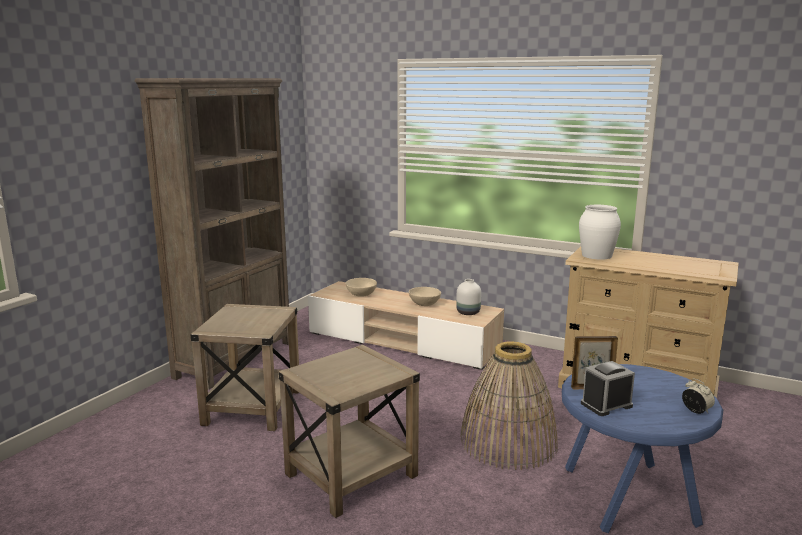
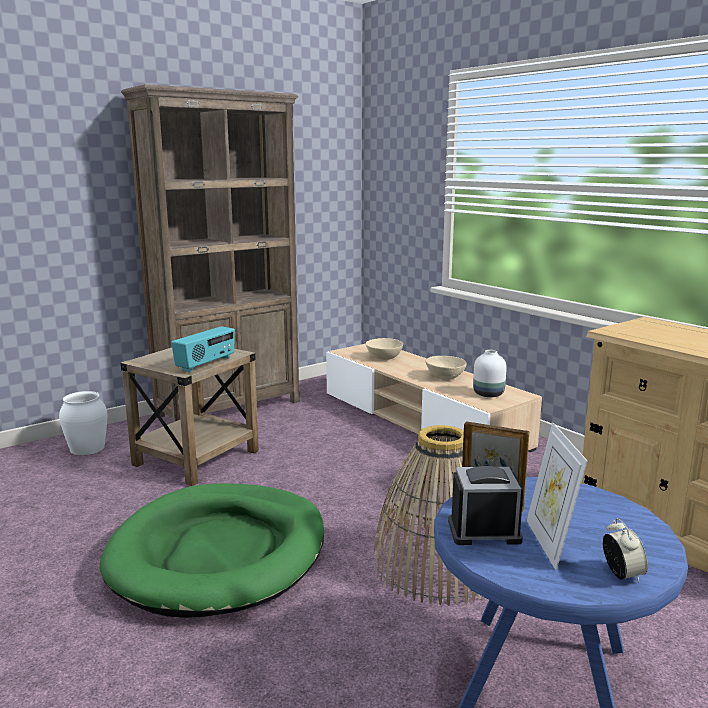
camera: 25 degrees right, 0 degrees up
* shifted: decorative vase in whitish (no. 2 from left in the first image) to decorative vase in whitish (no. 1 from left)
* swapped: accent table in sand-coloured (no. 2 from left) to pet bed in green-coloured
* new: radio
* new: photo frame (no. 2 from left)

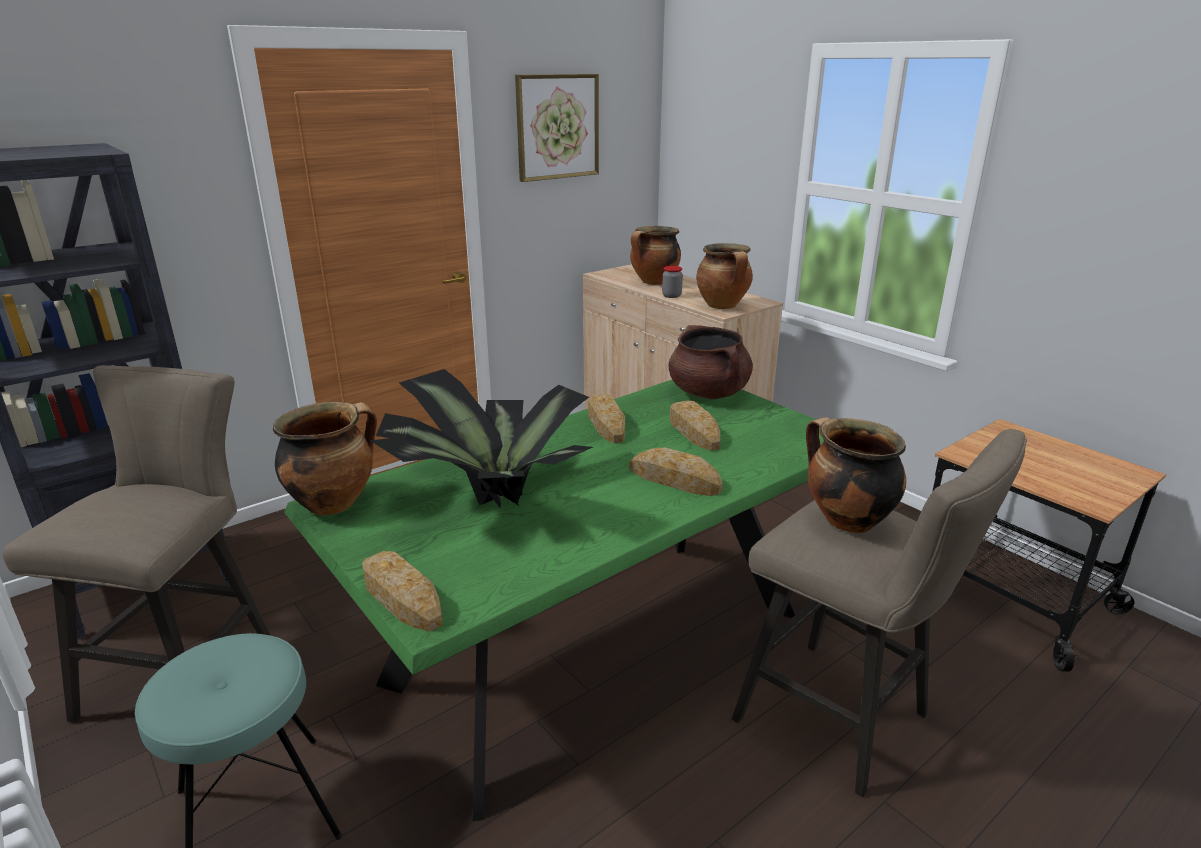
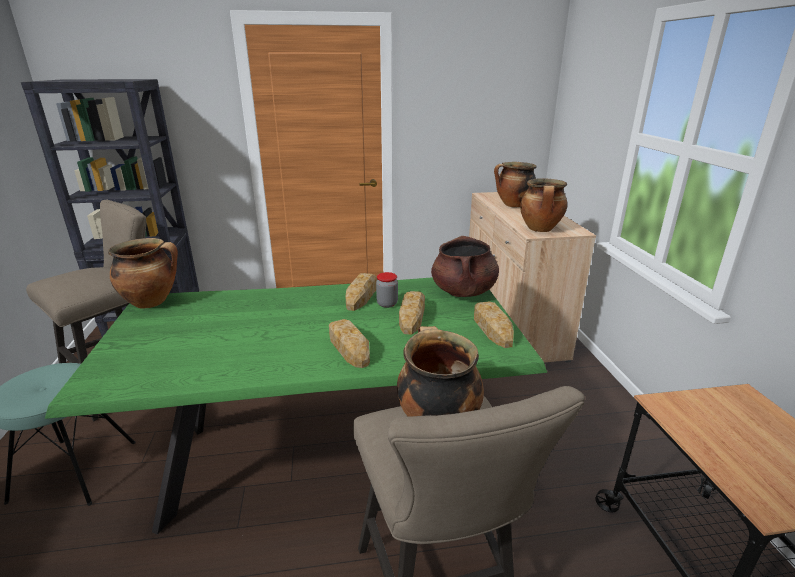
camera: 30 degrees right, 0 degrees up
* gone: wall art
* shifted: preserve jar
* gone: houseplant
* shifted: baked bread (no. 1 from left in the first image) to baked bread (no. 4 from left)

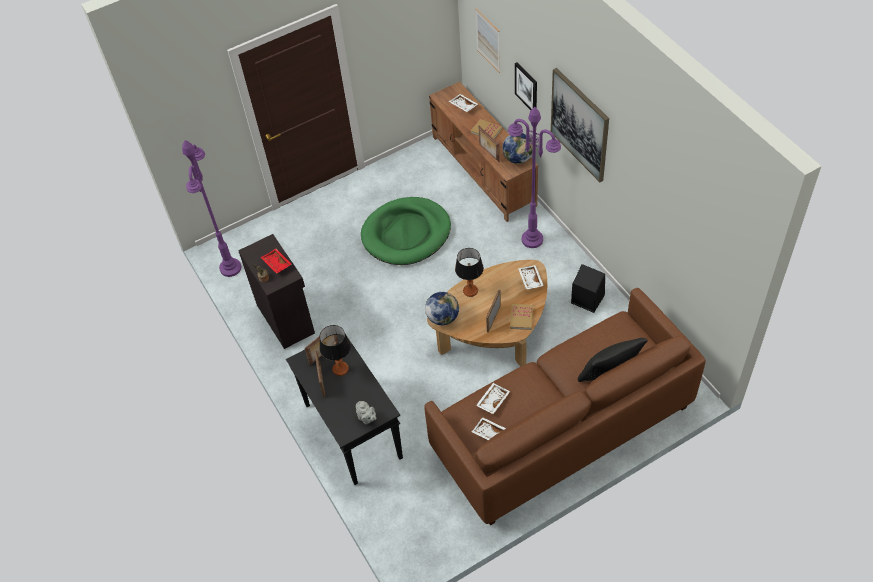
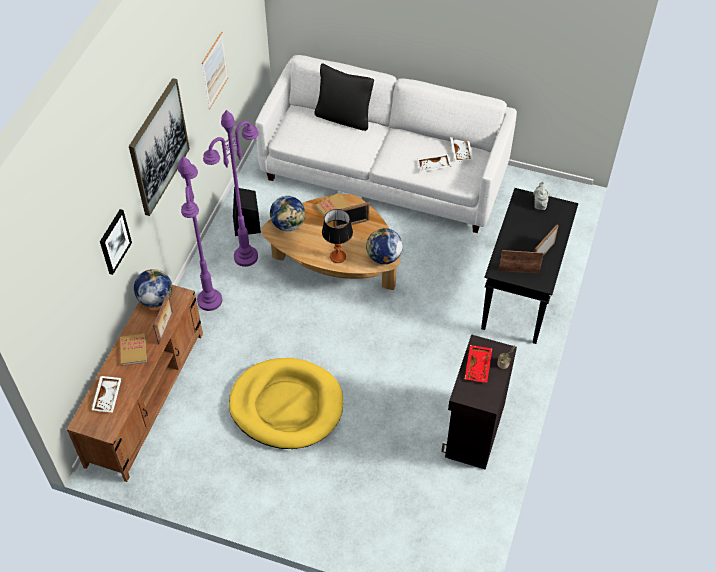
camera: 135 degrees left, 0 degrees up
* shifted: wall art (no. 1 from left in the first image) to wall art (no. 3 from left)
* shifted: standard lamp in purplish (no. 1 from left in the first image) to standard lamp in purplish (no. 2 from left)
* repainted: pet bed in green-coloured to pet bed in yellowish
* swapped: serving tray in whitish (no. 4 from left) to world globe (no. 2 from left)
* repainted: couch in brown to couch in whitish
* gone: lamp for a table (no. 1 from left)

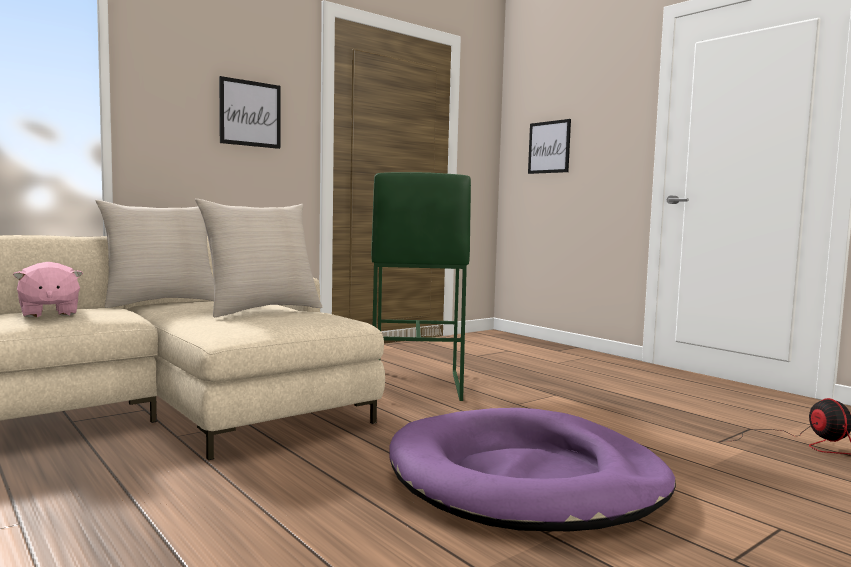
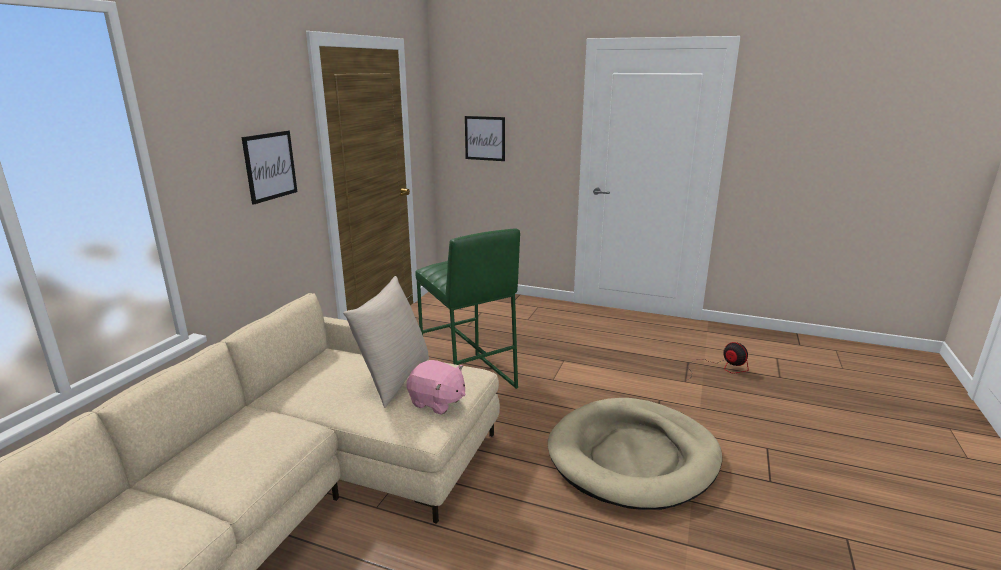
camera: 30 degrees left, 15 degrees up
* gone: pillow in sand-coloured (no. 1 from left)
* shifted: soft toy in pink-coloured
* repainted: pet bed in purplish to pet bed in sand-coloured

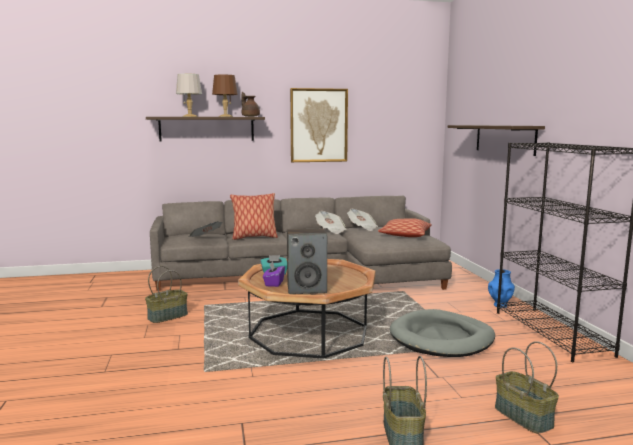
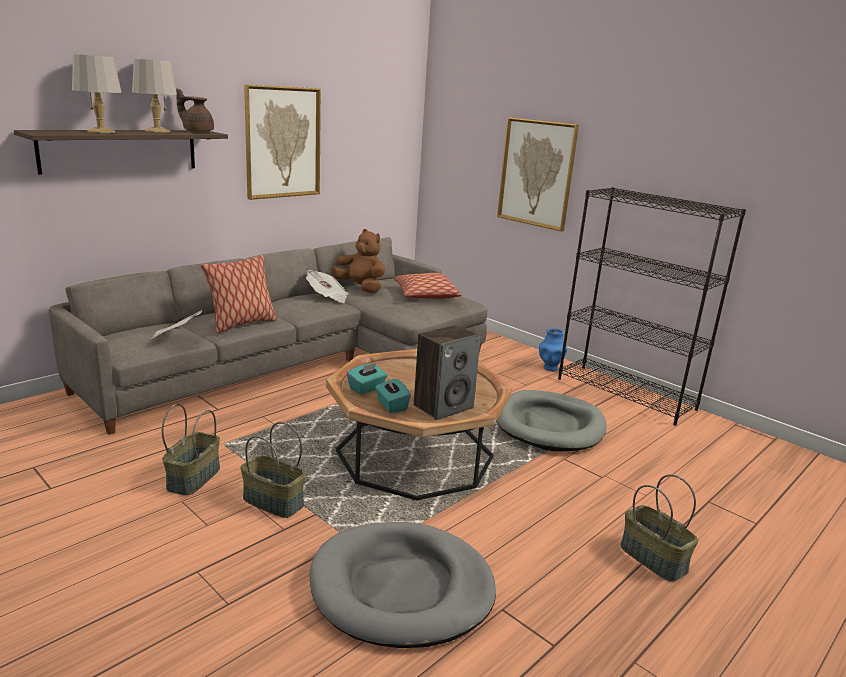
camera: 35 degrees left, 10 degrees up
* repainted: lamp for a table in brown to lamp for a table in grey (no. 2 from left)
* swapped: bracket shelf (no. 2 from left) to wall art (no. 2 from left)
* swapped: newspaper (no. 3 from left) to soft toy in brown
* repainted: tissue box in purplish to tissue box in turquoise-coloured (no. 2 from left)
* shifted: basket (no. 3 from left in the first image) to basket (no. 2 from left)
* new: pet bed in grey (no. 1 from left)

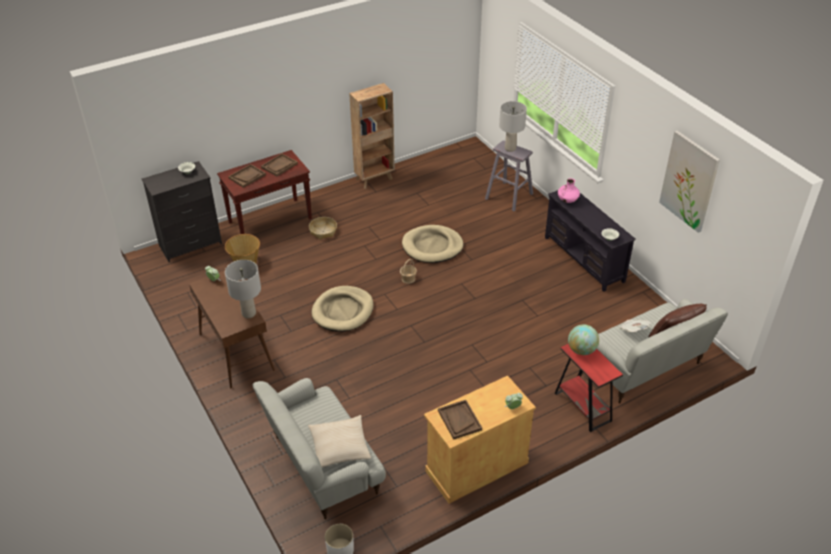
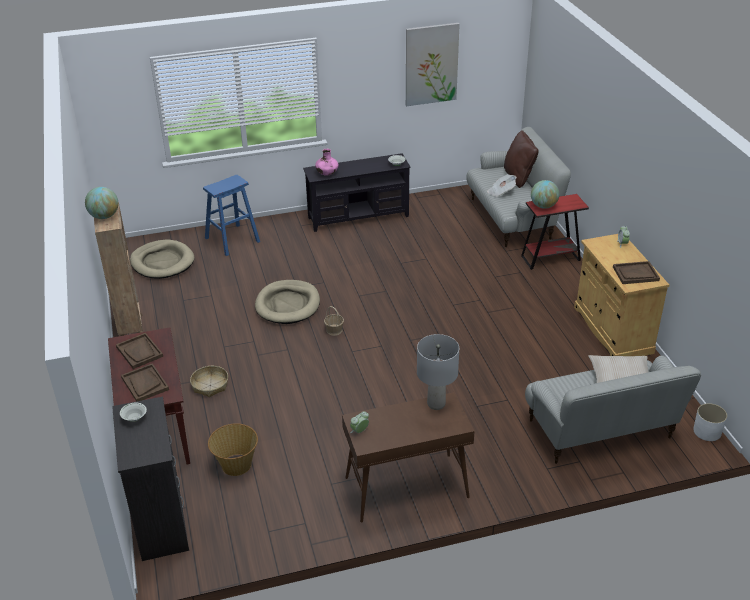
camera: 75 degrees left, 5 degrees down
* gone: lamp for a table in grey (no. 2 from left)
* repainted: sitting stool in grey to sitting stool in bluish
* shifted: pet bed in sand-coloured (no. 1 from left)
* new: world globe (no. 1 from left)

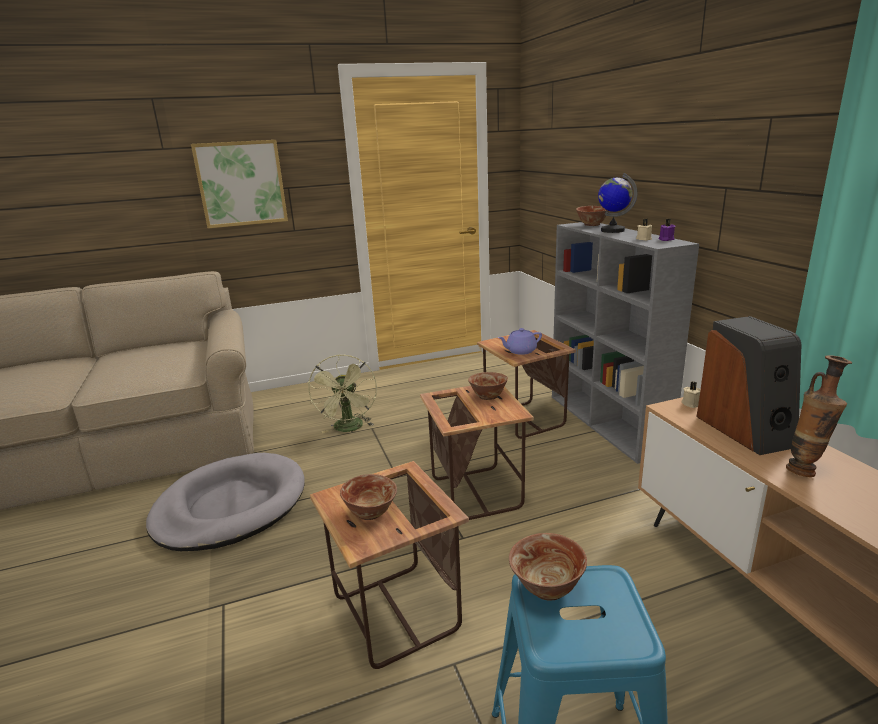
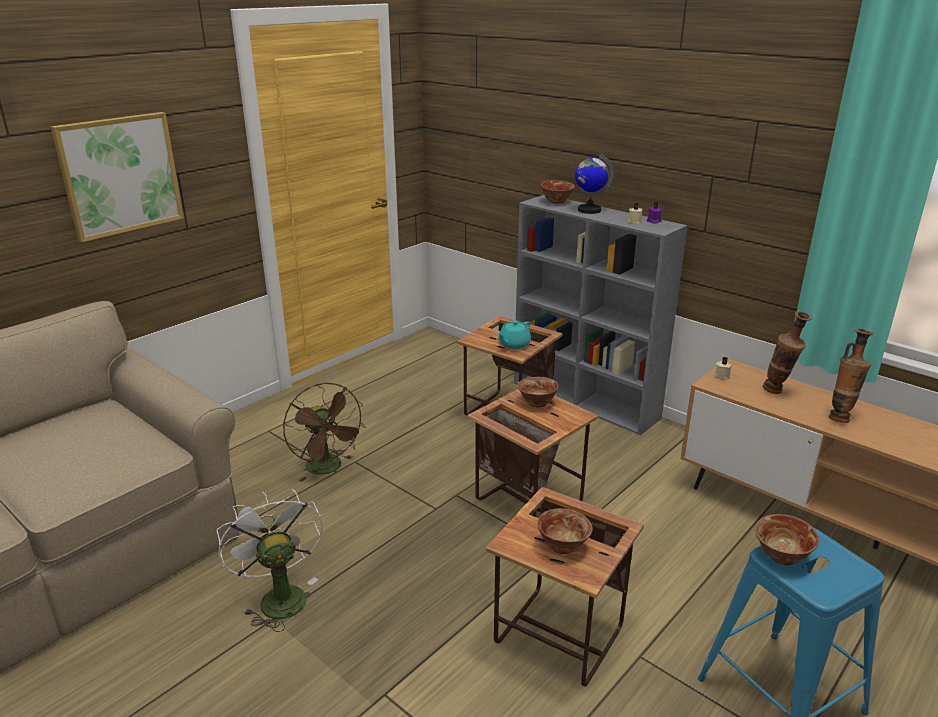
camera: 30 degrees left, 5 degrees up
* swapped: audio speaker to decorative vase (no. 1 from left)
* repainted: pot for tea in purplish to pot for tea in turquoise-coloured
* repainted: electric fan in green-coloured to electric fan in brown
* swapped: pet bed in grey to electric fan in whitish

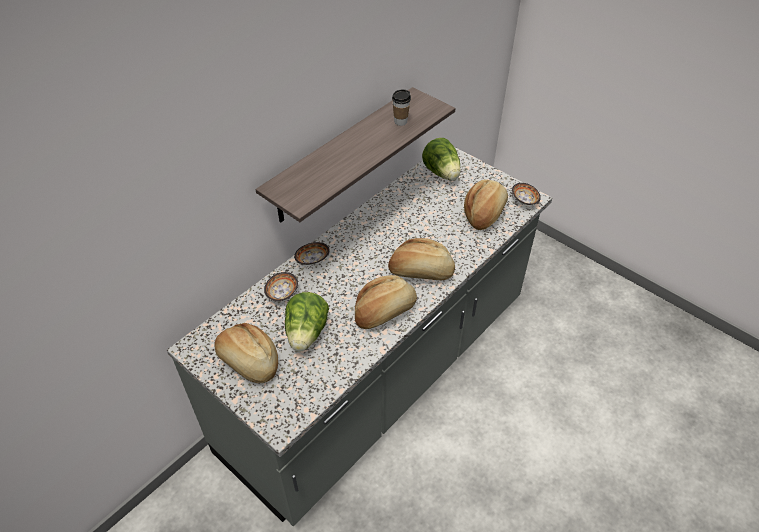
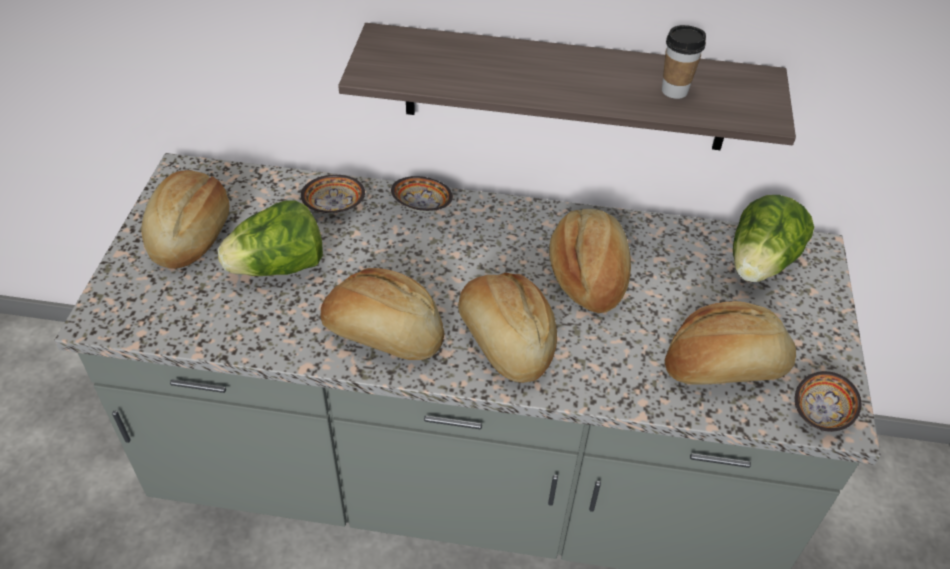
camera: 55 degrees right, 0 degrees up
* new: baked bread (no. 4 from left)

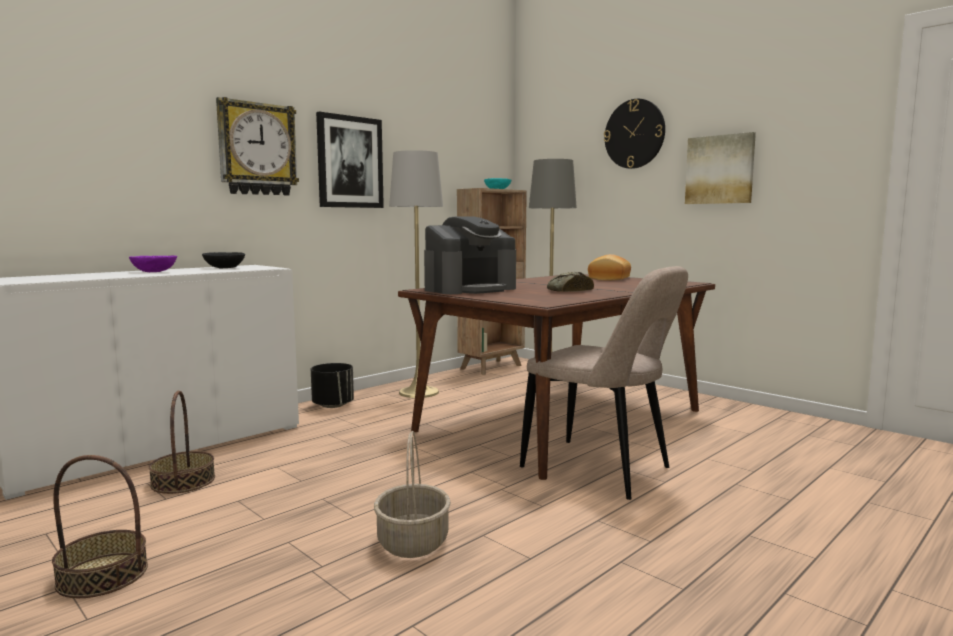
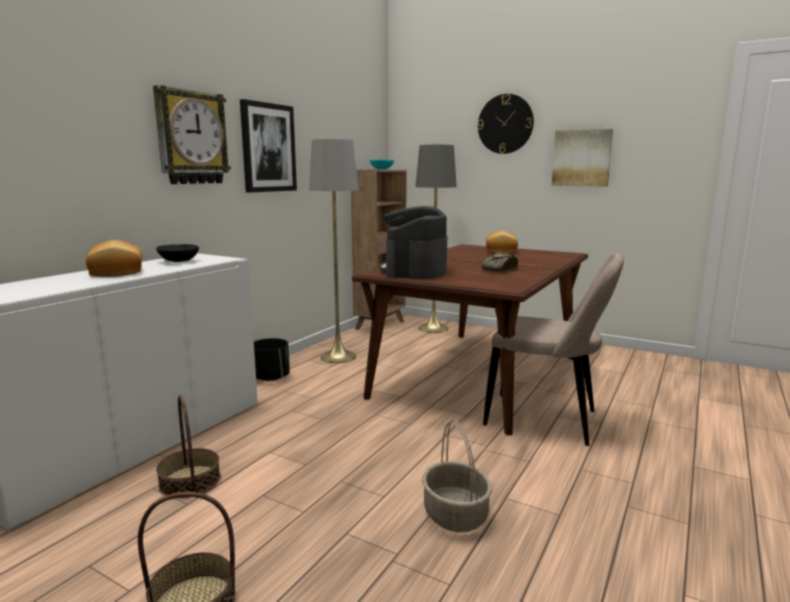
camera: 15 degrees left, 5 degrees up
* rotated: coffee machine 150 degrees clockwise
* swapped: bowl in purplish to baked bread (no. 1 from left)

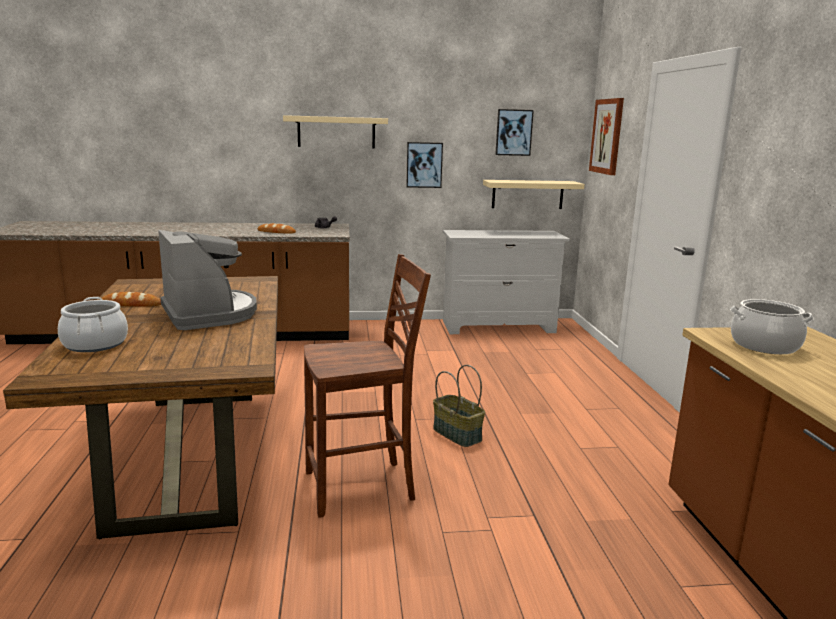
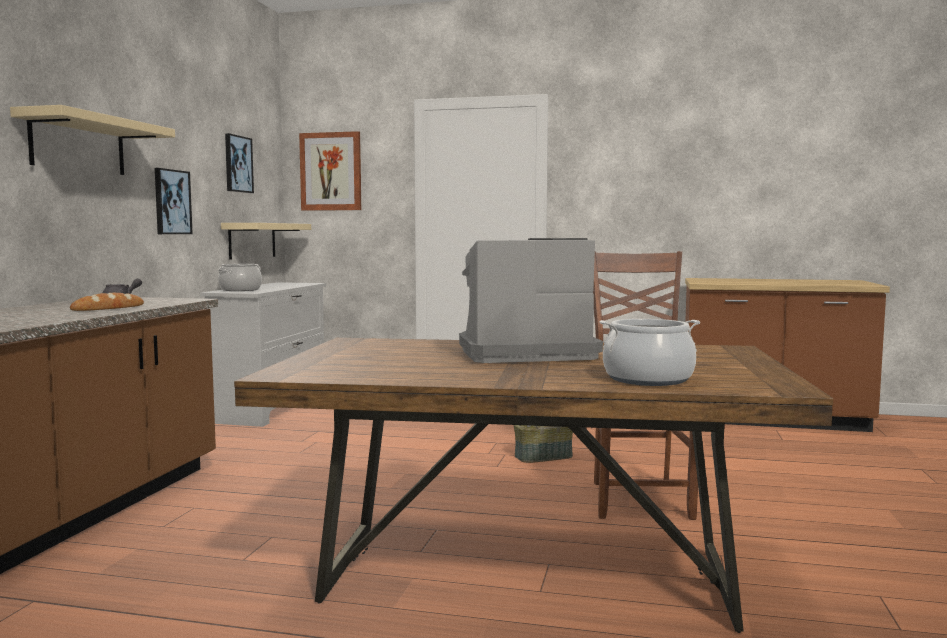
camera: 70 degrees left, 10 degrees down
* gone: baked bread (no. 1 from left)
* shifted: saucepot (no. 2 from left in the first image) to saucepot (no. 1 from left)

